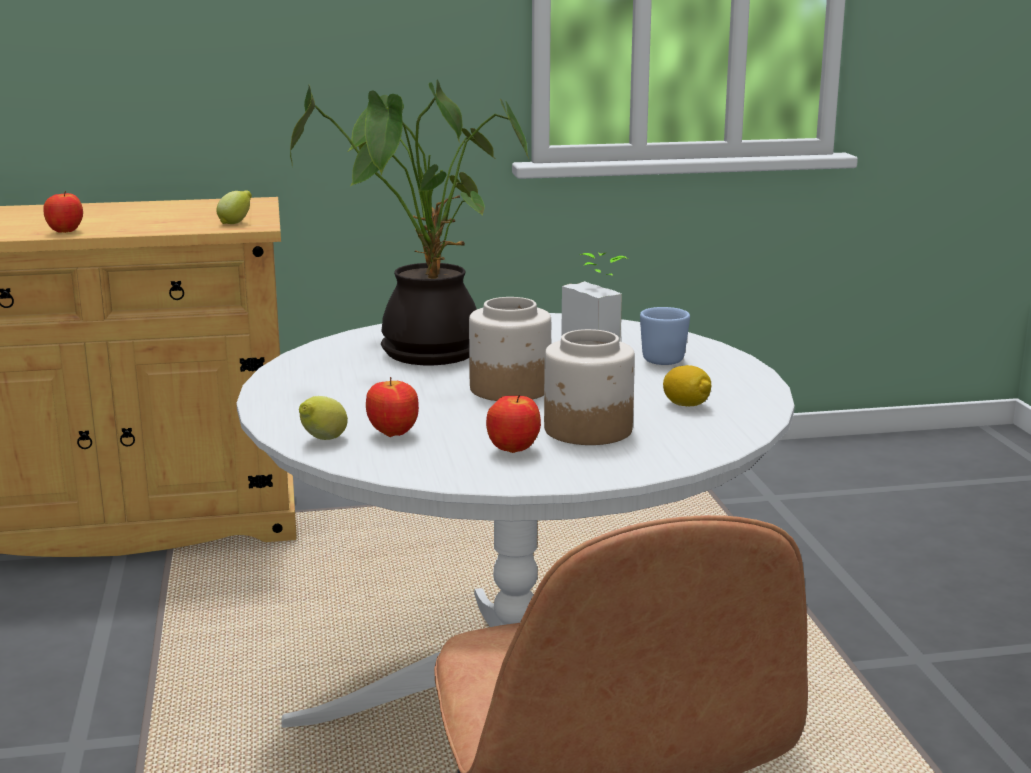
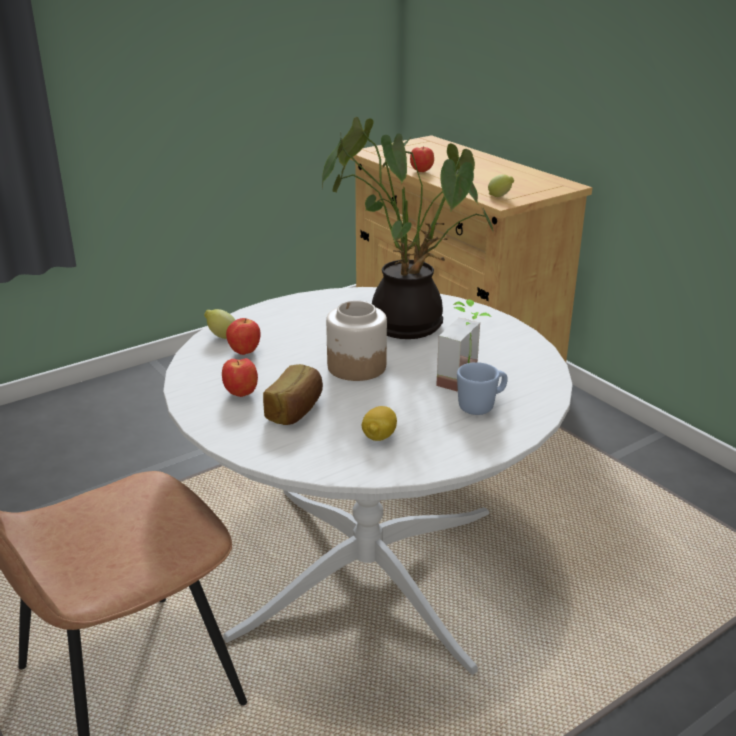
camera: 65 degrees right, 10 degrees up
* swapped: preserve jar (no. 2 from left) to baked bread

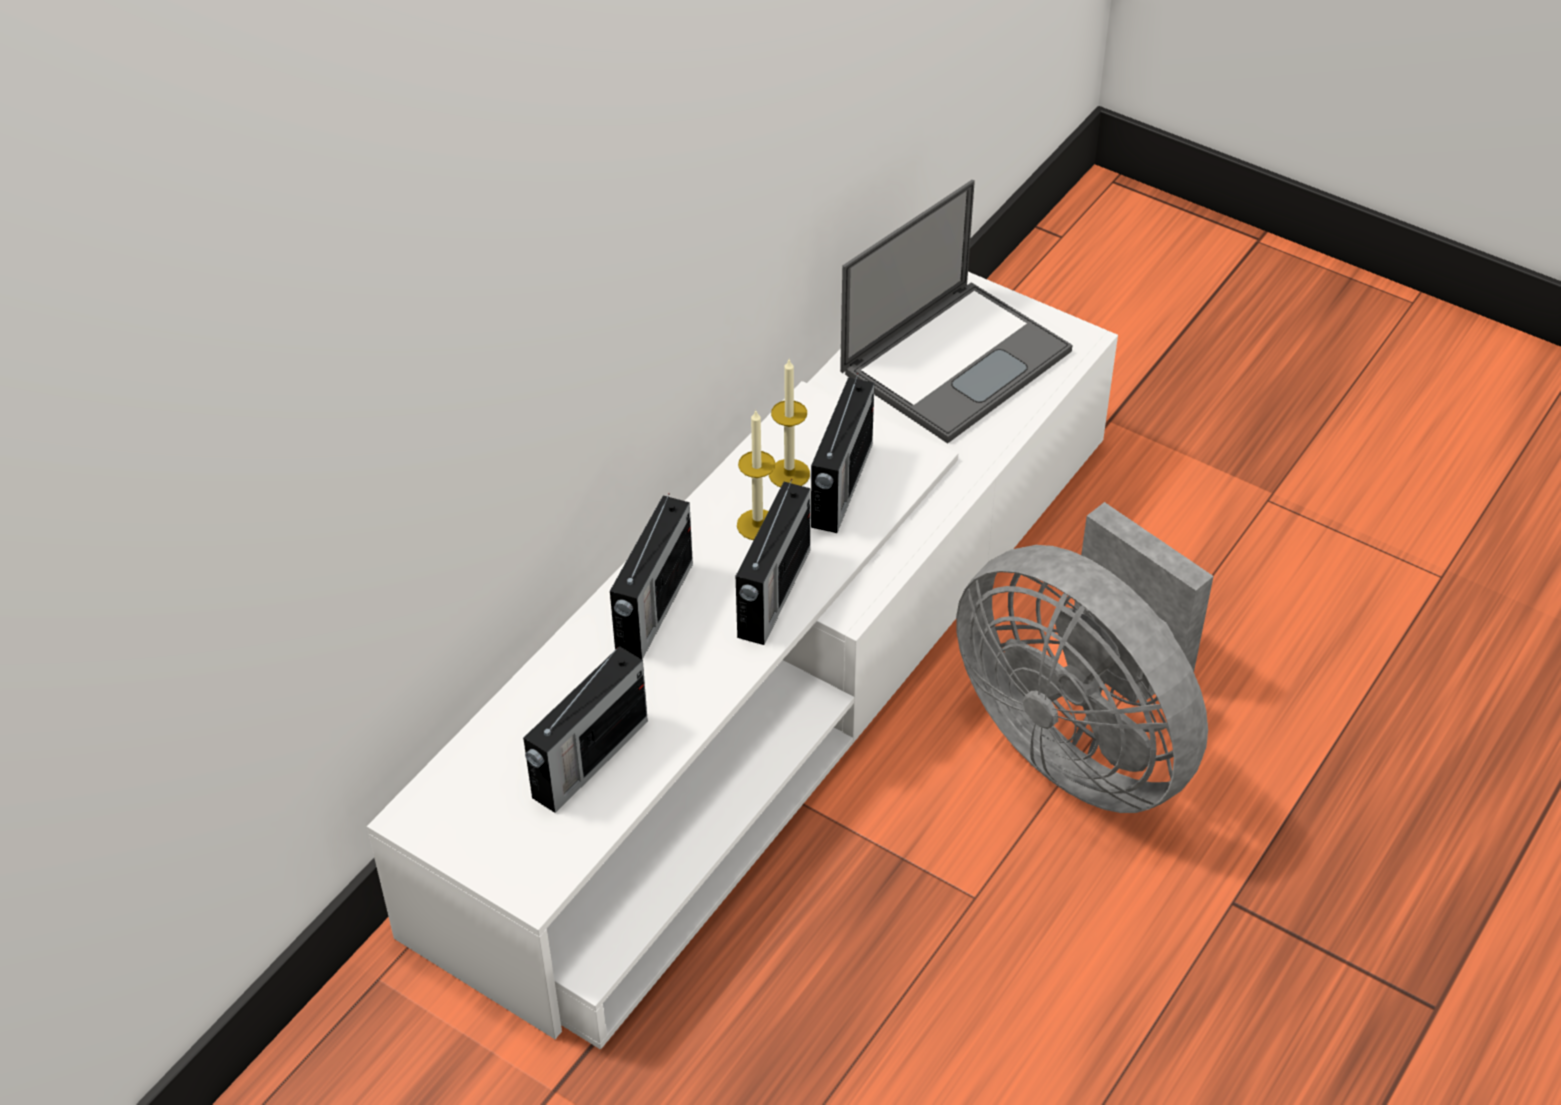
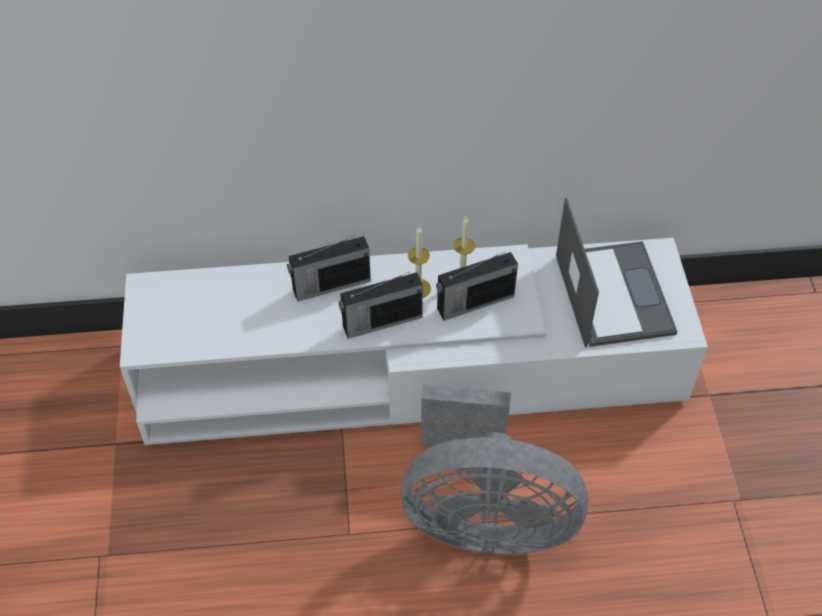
camera: 50 degrees right, 5 degrees up
* rotated: laptop 105 degrees counterclockwise
* rotated: electric fan in grey 90 degrees counterclockwise
* gone: radio (no. 1 from left)

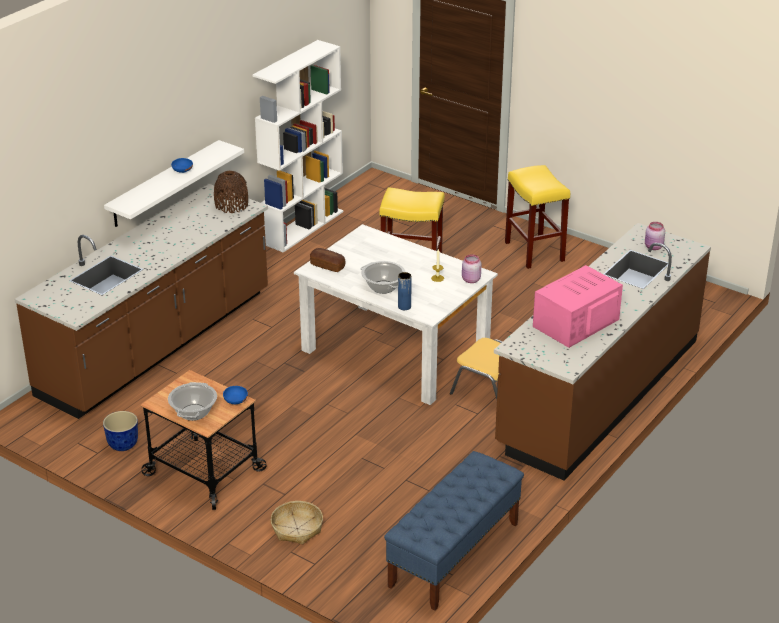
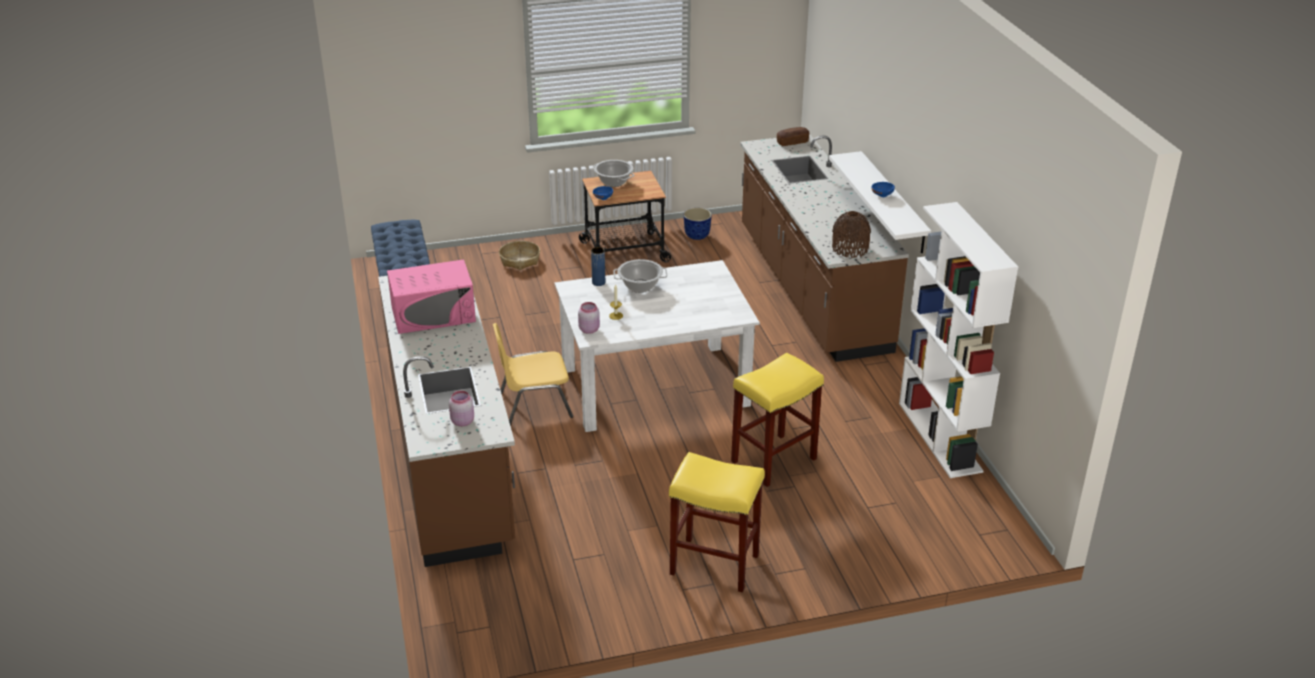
camera: 130 degrees right, 0 degrees up
* shifted: baked bread
* rotated: microwave oven in pink-coloured 75 degrees clockwise

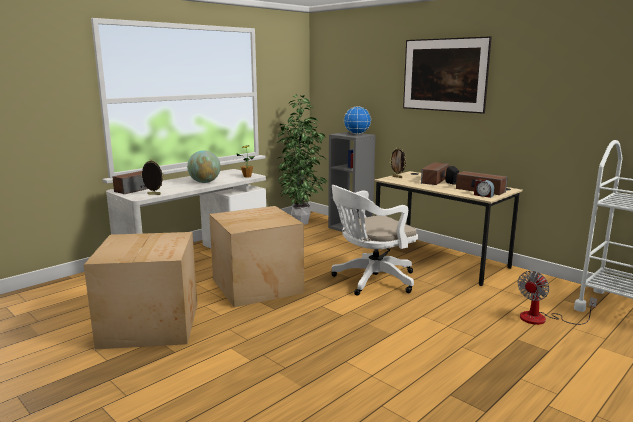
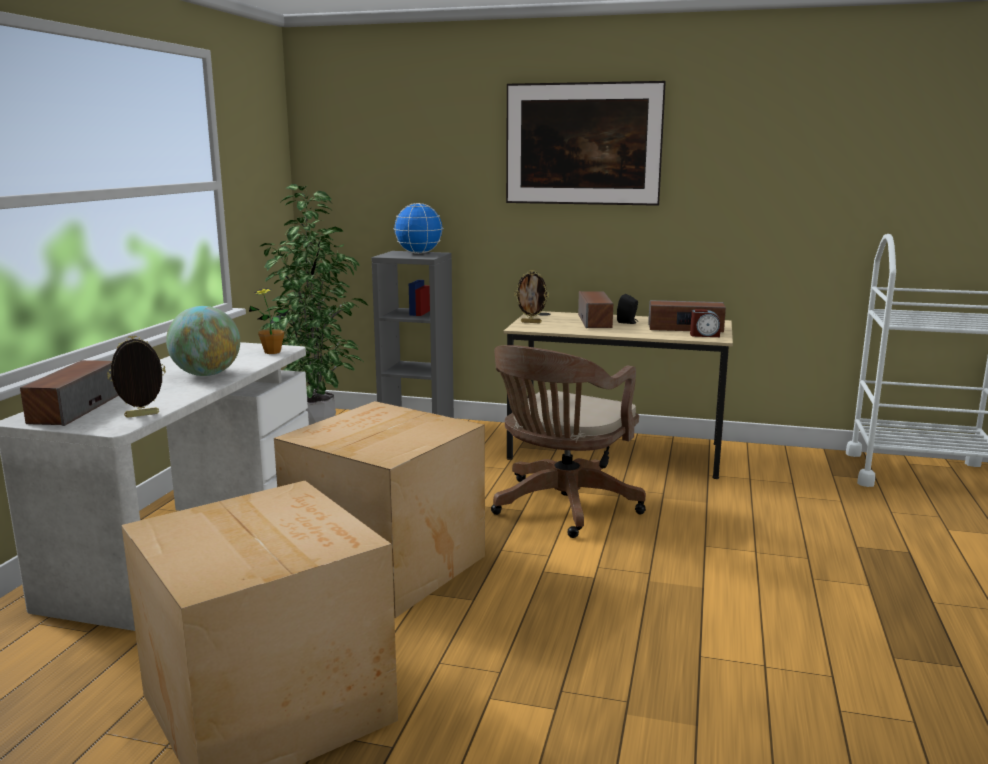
camera: 30 degrees left, 0 degrees up
* repainted: office chair in whitish to office chair in brown
* gone: electric fan

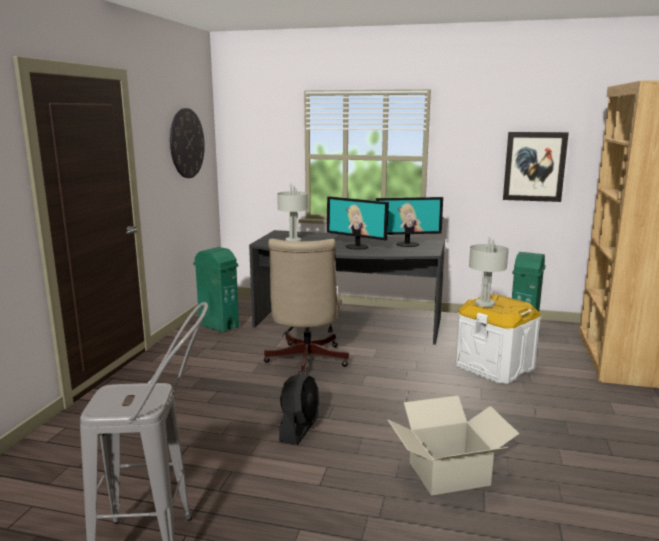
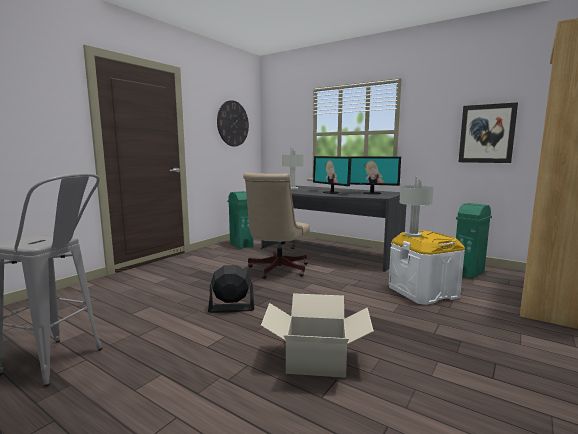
camera: 20 degrees right, 5 degrees down
* rotated: electric fan in blackish 135 degrees counterclockwise

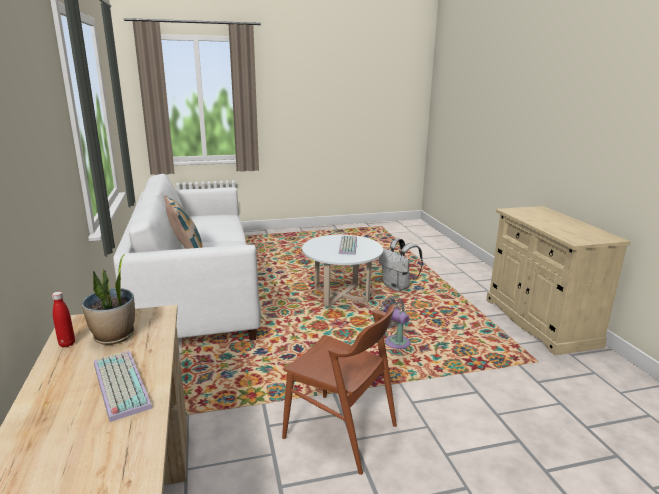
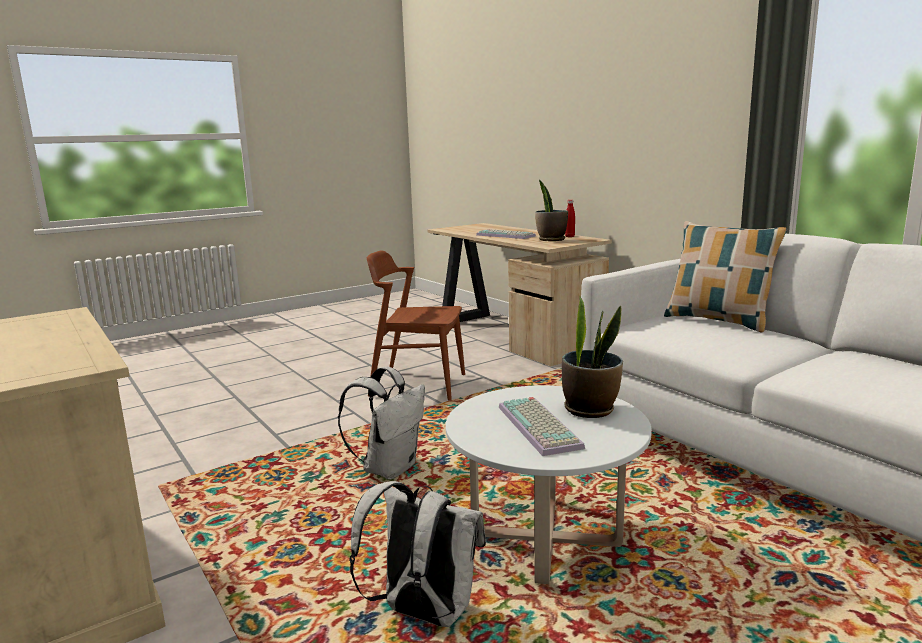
camera: 160 degrees right, 5 degrees down
* swapped: electric fan in grey to rucksack in whitish (no. 1 from left)
* new: houseplant (no. 2 from left)

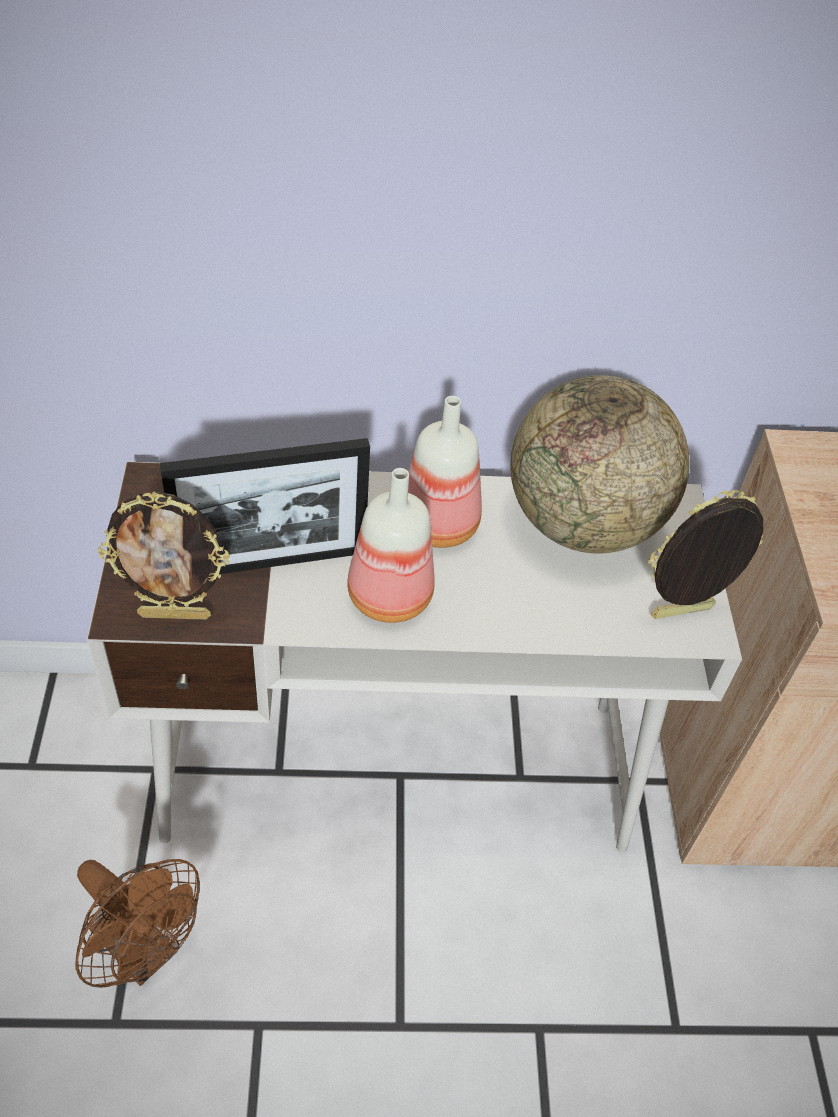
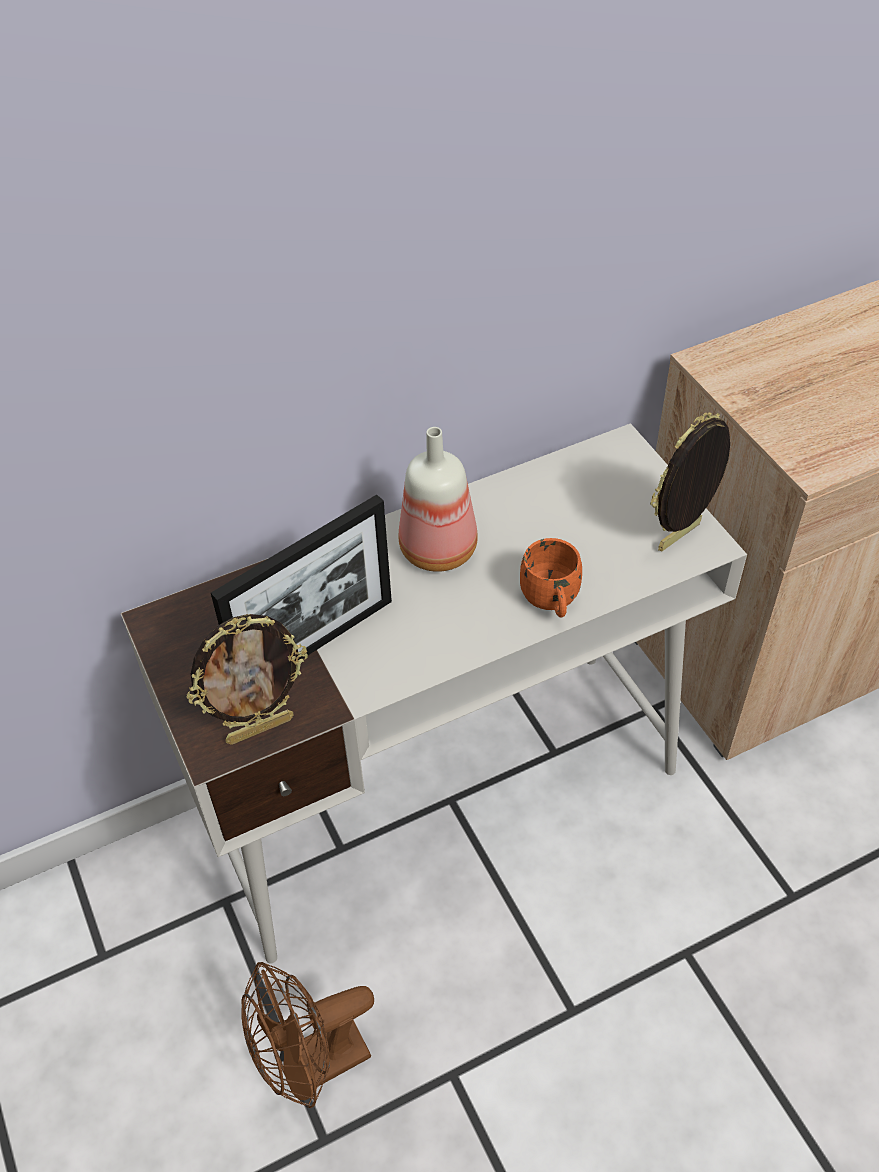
camera: 20 degrees left, 0 degrees up
* gone: world globe
* gone: drink bottle (no. 1 from left)
* rotated: electric fan in brown 135 degrees clockwise
* new: mug in orangey

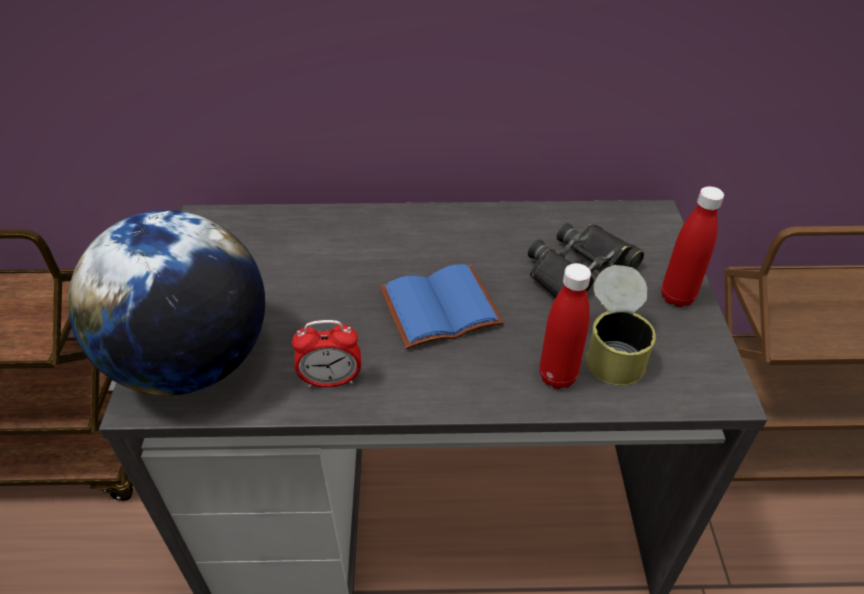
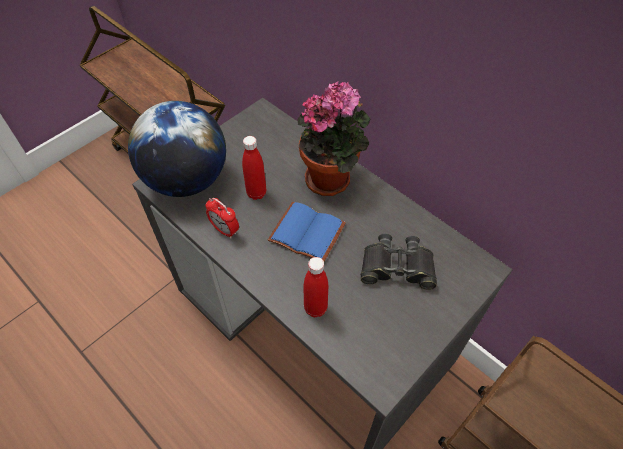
camera: 45 degrees right, 10 degrees up
* shifted: drink bottle in red (no. 2 from left in the first image) to drink bottle in red (no. 1 from left)
* gone: sealed can
* new: houseplant

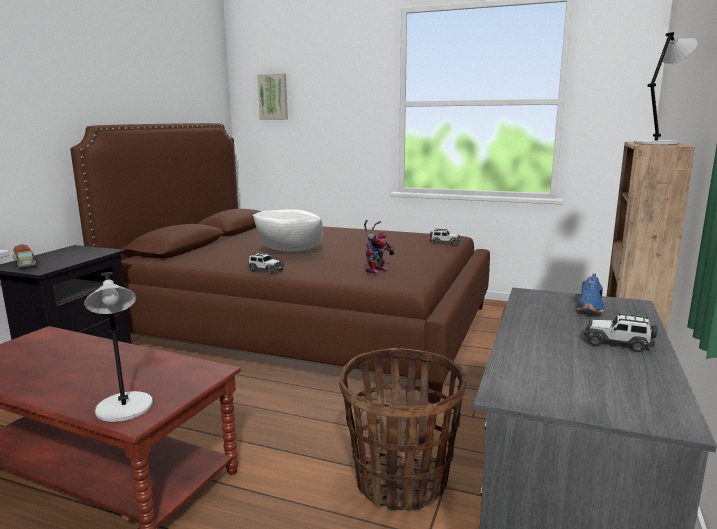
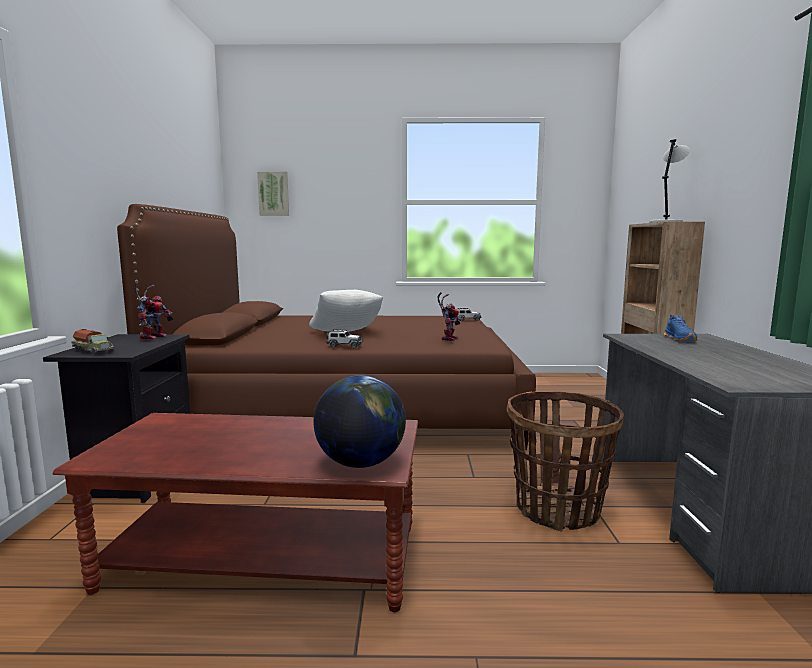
camera: 20 degrees left, 5 degrees down
* swapped: lamp for a table in grey (no. 1 from left) to world globe
* gone: miniature car (no. 3 from left)
* new: model robot (no. 1 from left)

